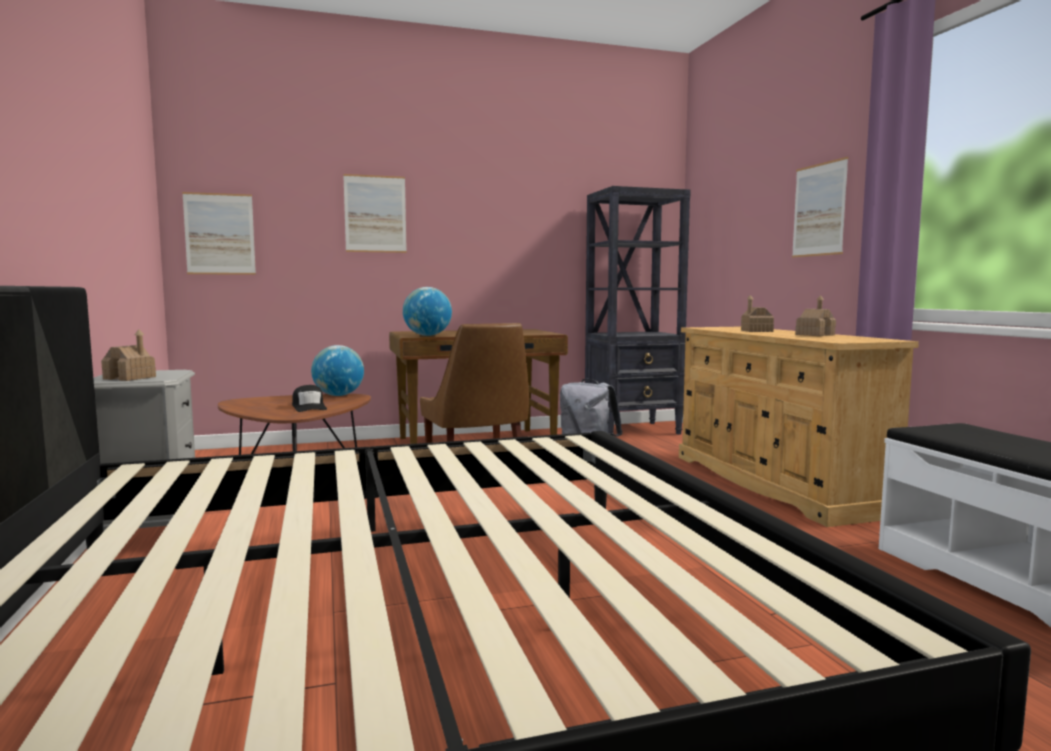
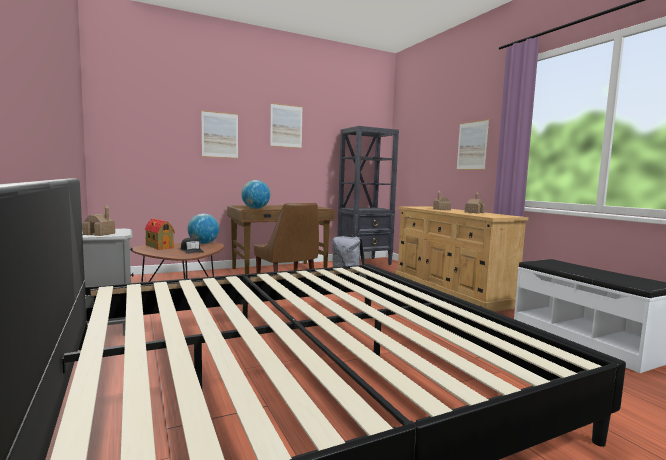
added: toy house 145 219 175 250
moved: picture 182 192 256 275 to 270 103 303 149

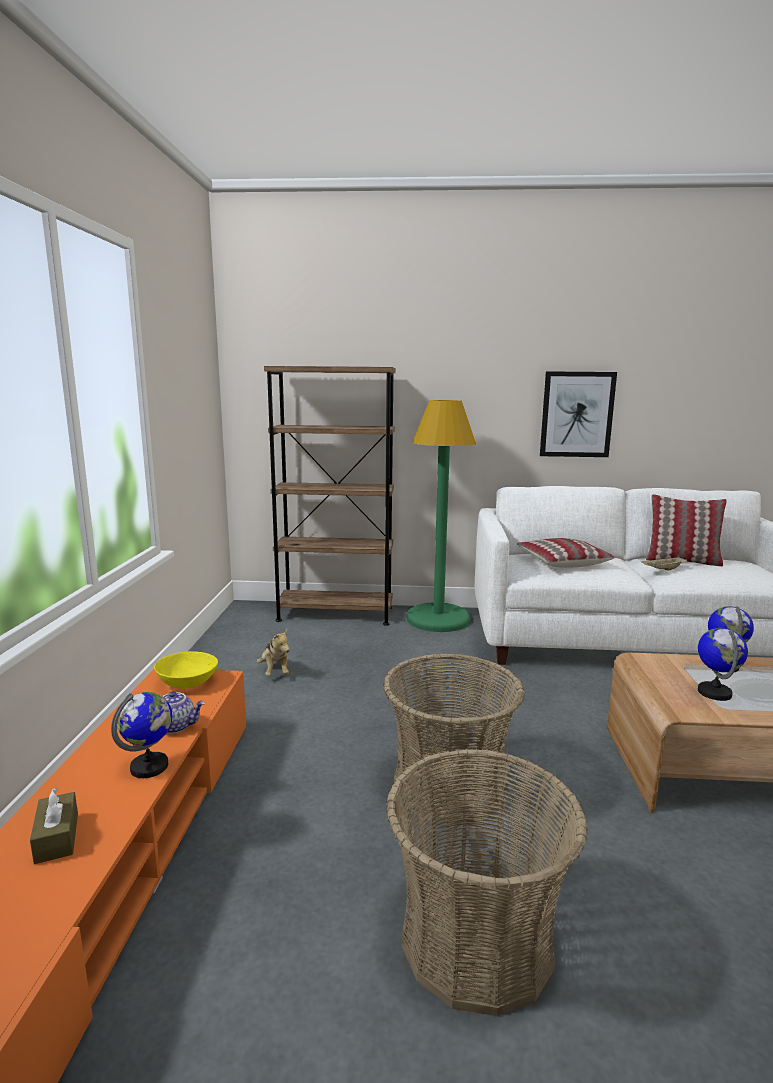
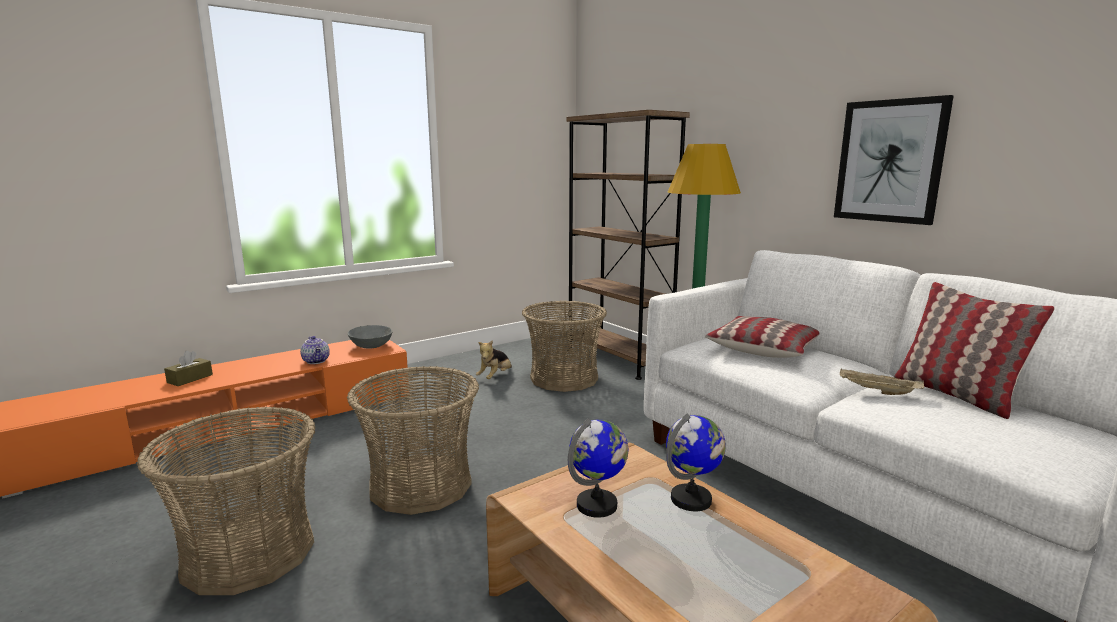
removed: globe 111 692 173 778
added: basket 522 301 607 392
recoloured: bowl (yellow) 154 651 218 689 to bowl (grey) 347 325 393 349

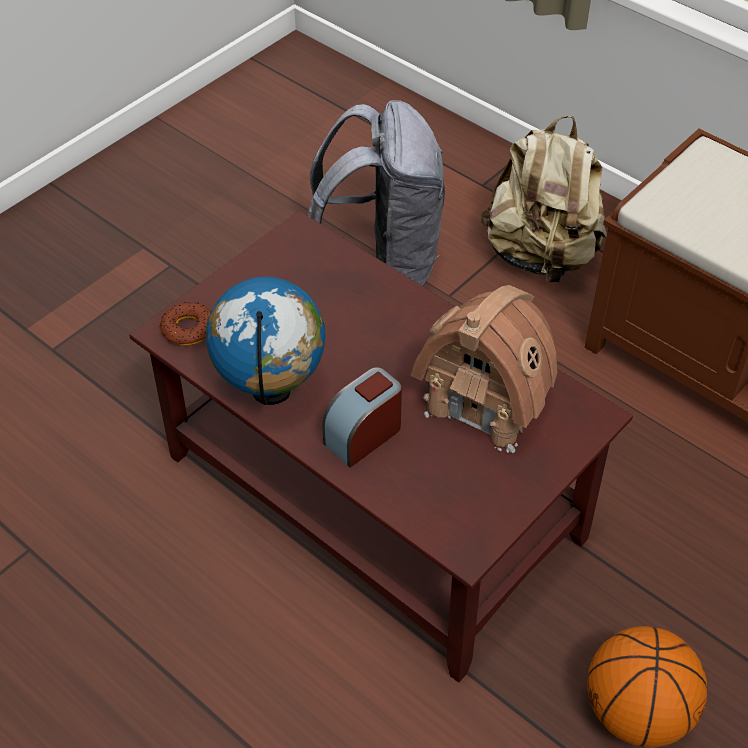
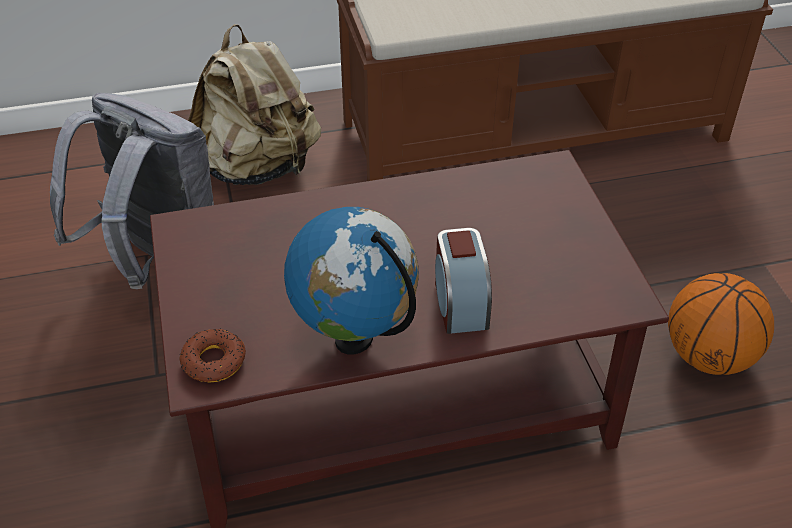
removed: toy house 410 285 557 453

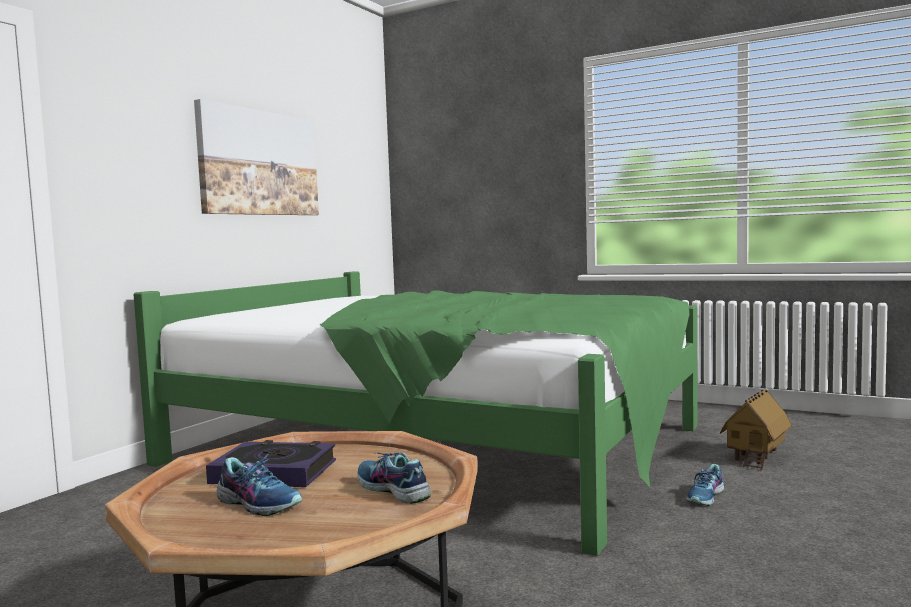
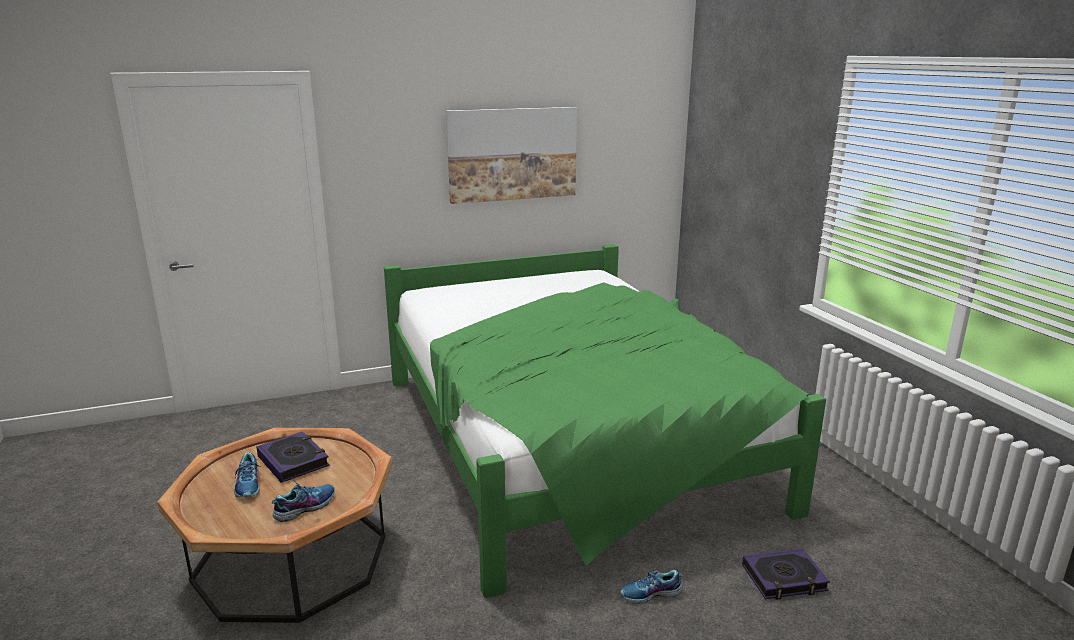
replaced: toy house 720 389 792 471 to book 742 548 830 600
turned: shoe 357 452 431 504 = 272 479 335 522 45 degrees clockwise

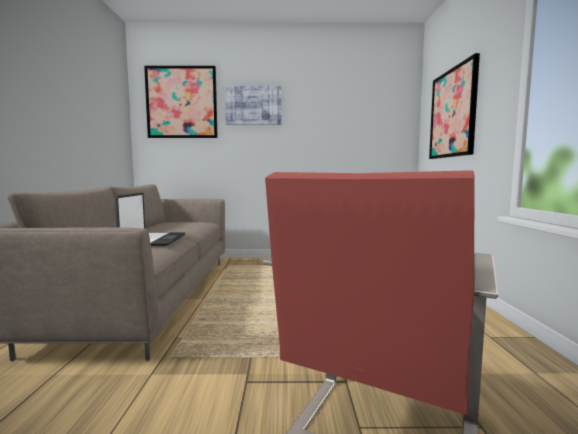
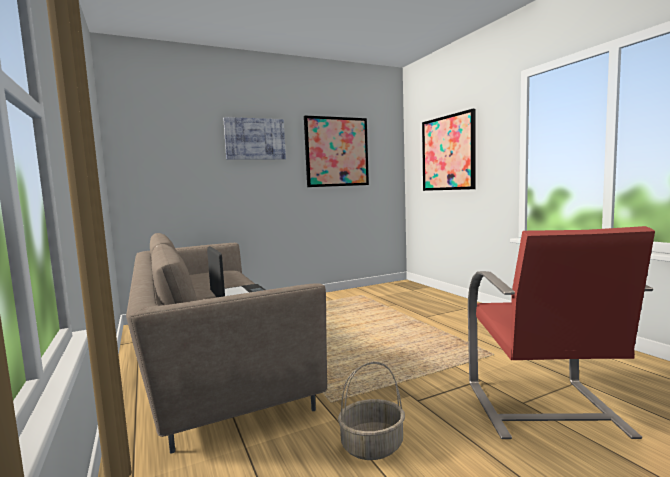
added: basket 338 361 405 460
moved: picture 144 66 218 138 to 304 115 369 187

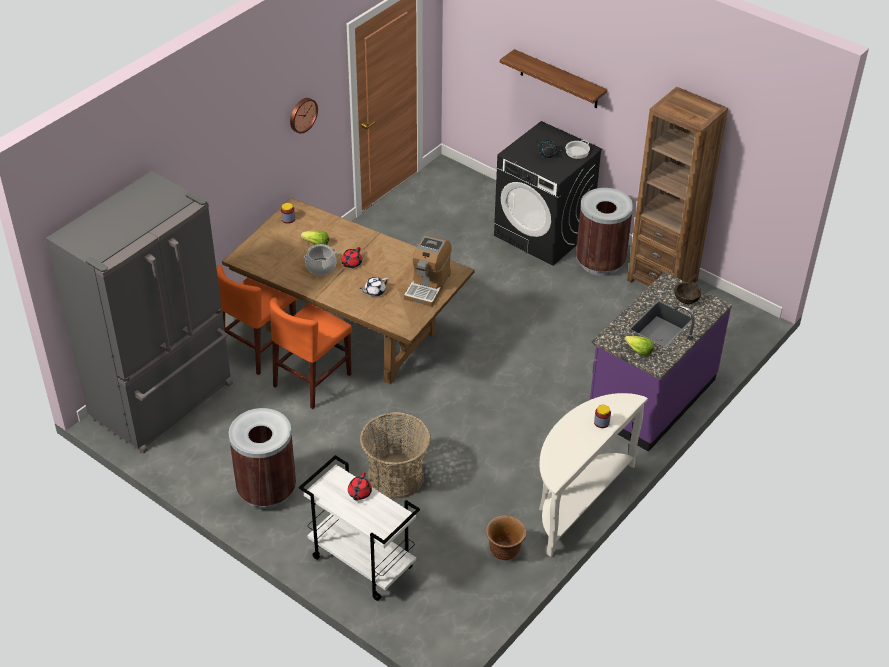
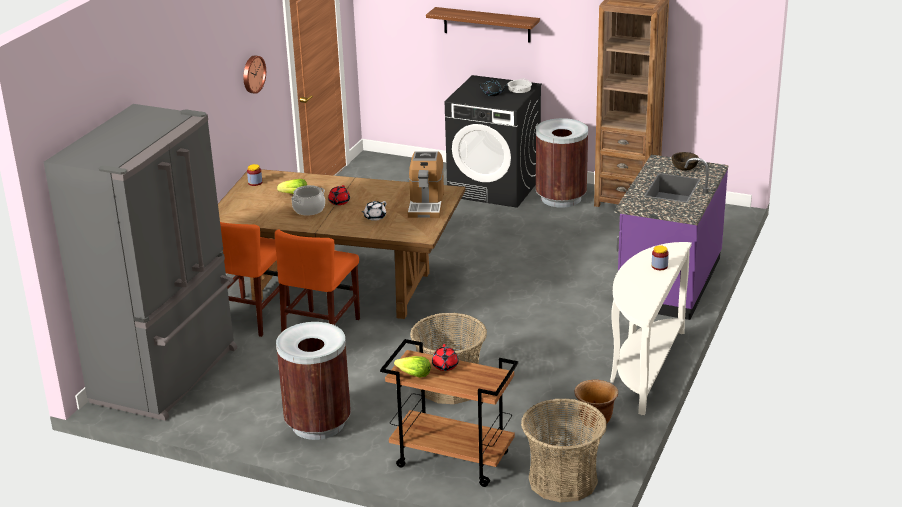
added: basket 521 398 607 503
moved: lettuce 625 336 654 356 to 394 356 431 378
recoloured: cart (white) 299 455 420 601 to cart (brown) 380 339 518 487

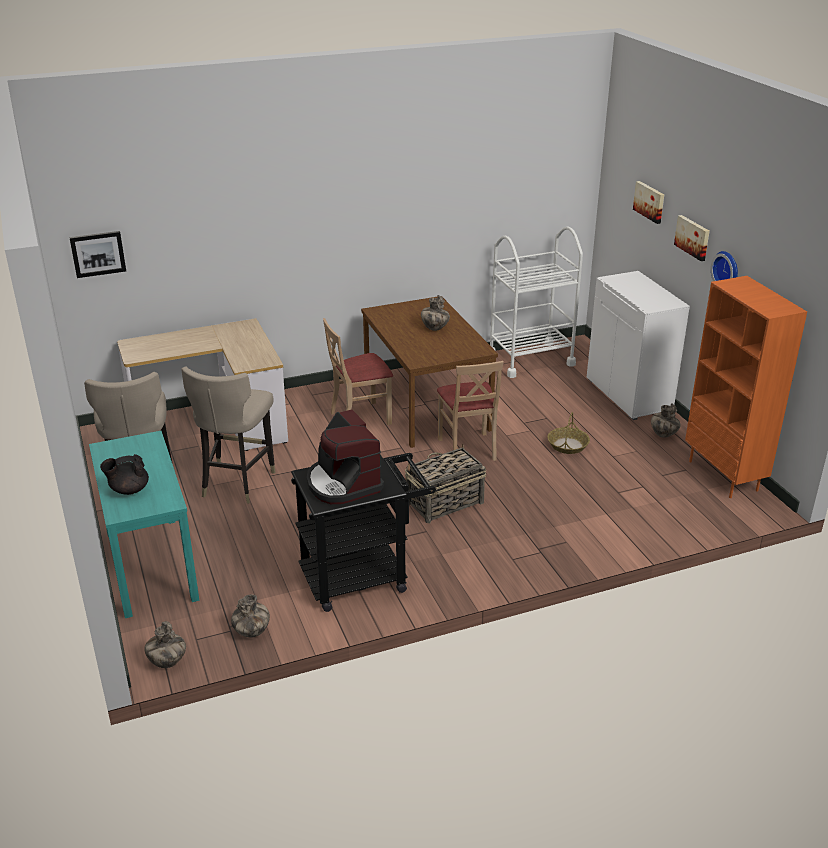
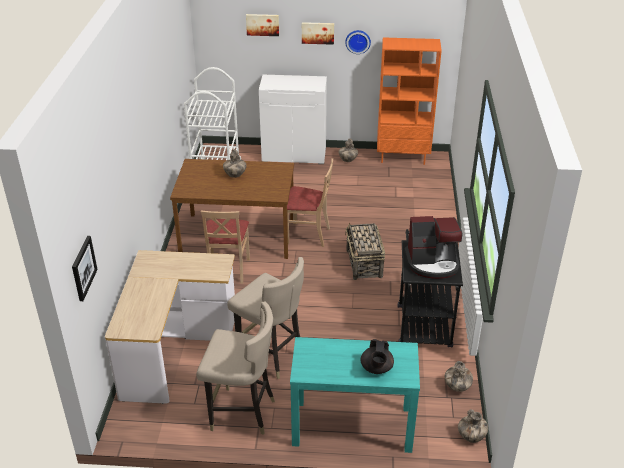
removed: basket 547 412 590 454

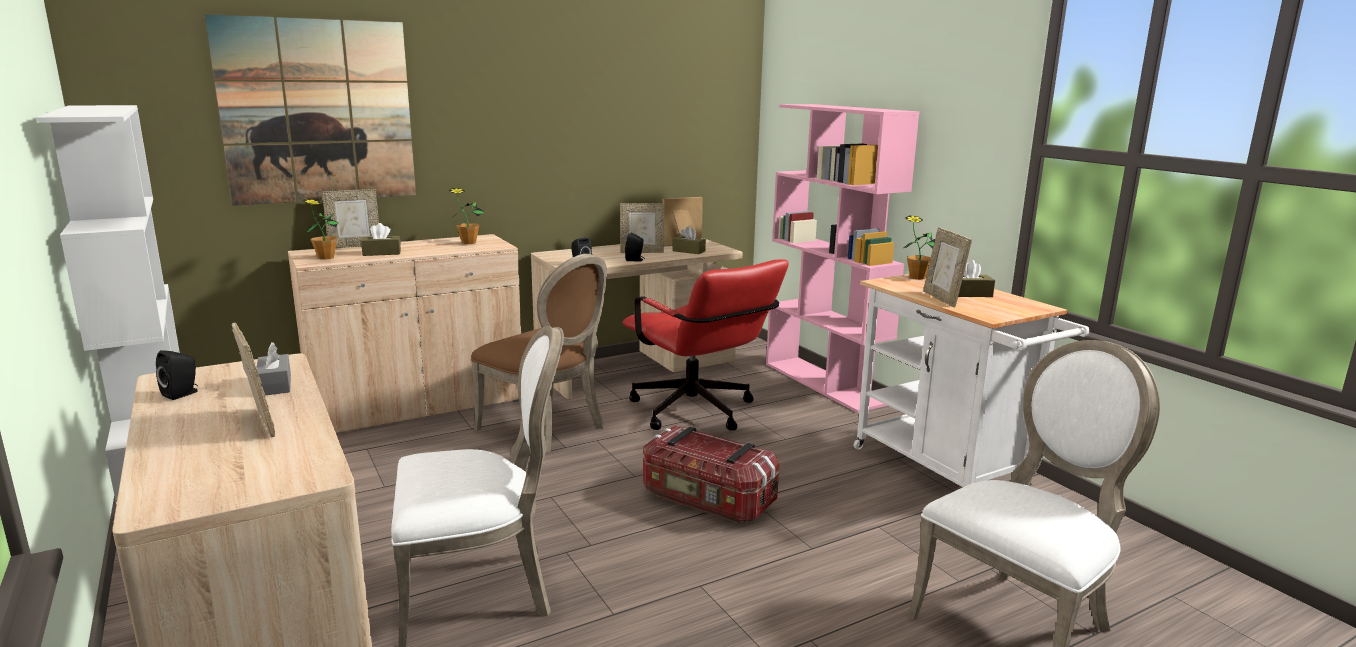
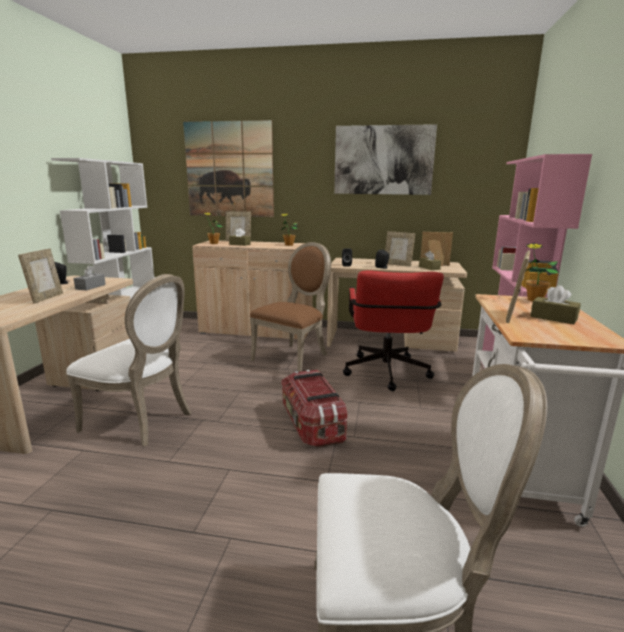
added: picture 334 124 437 195
turned: chair (brown) 471 254 607 453 = 250 242 331 372 135 degrees counterclockwise

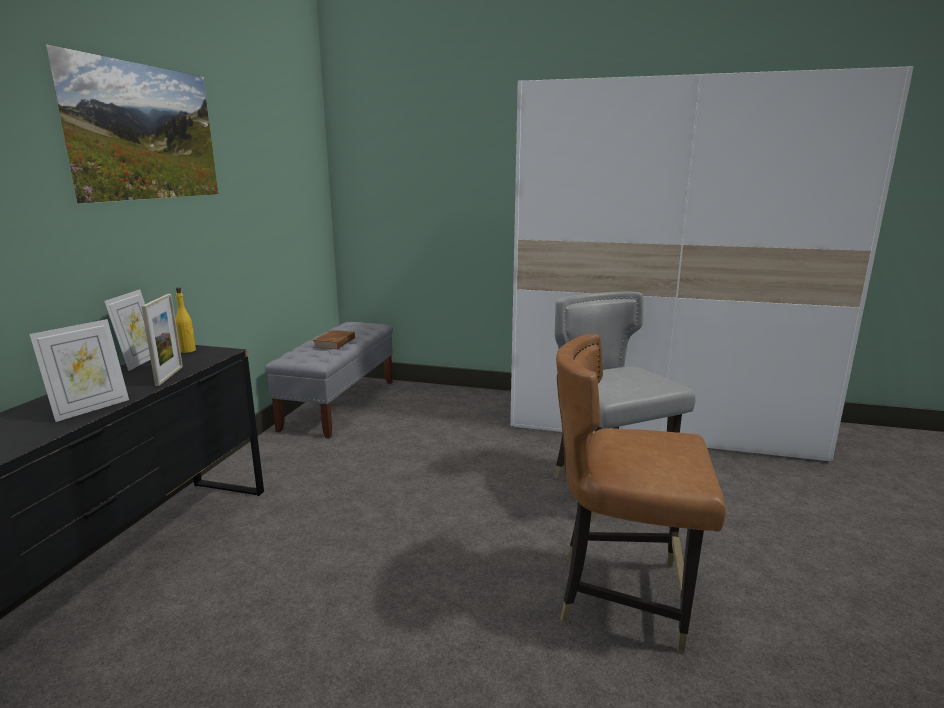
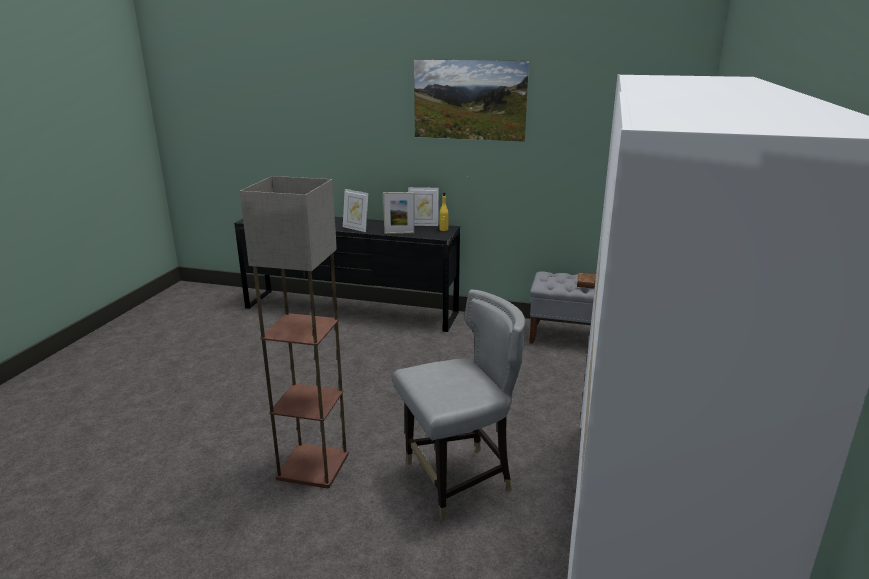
replaced: chair (brown) 556 334 726 653 to floor lamp 240 176 349 488

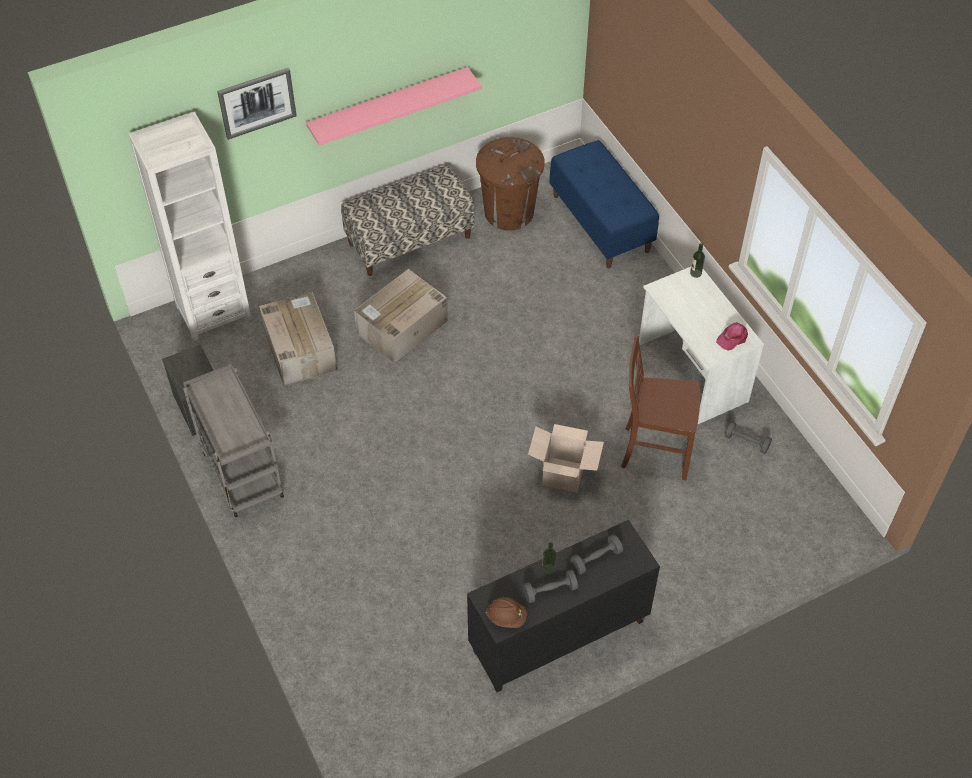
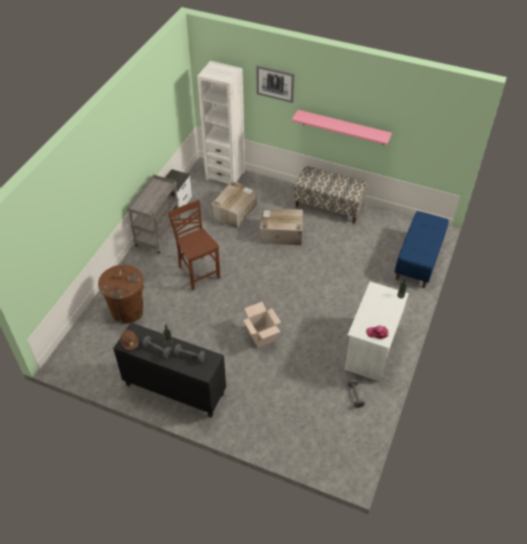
moved: trash can (brown) 476 137 544 230 to 98 265 144 324; chair (brown) 621 336 700 480 to 168 199 220 291

